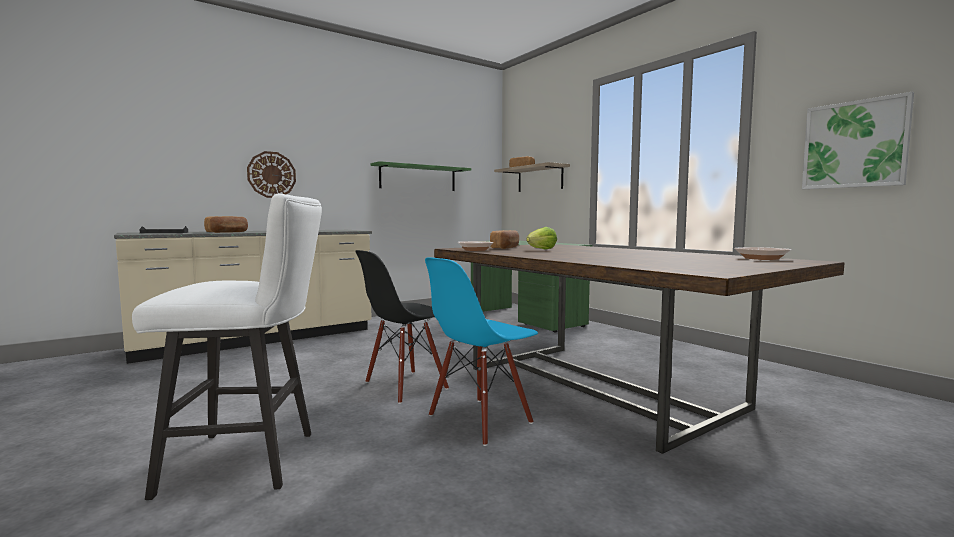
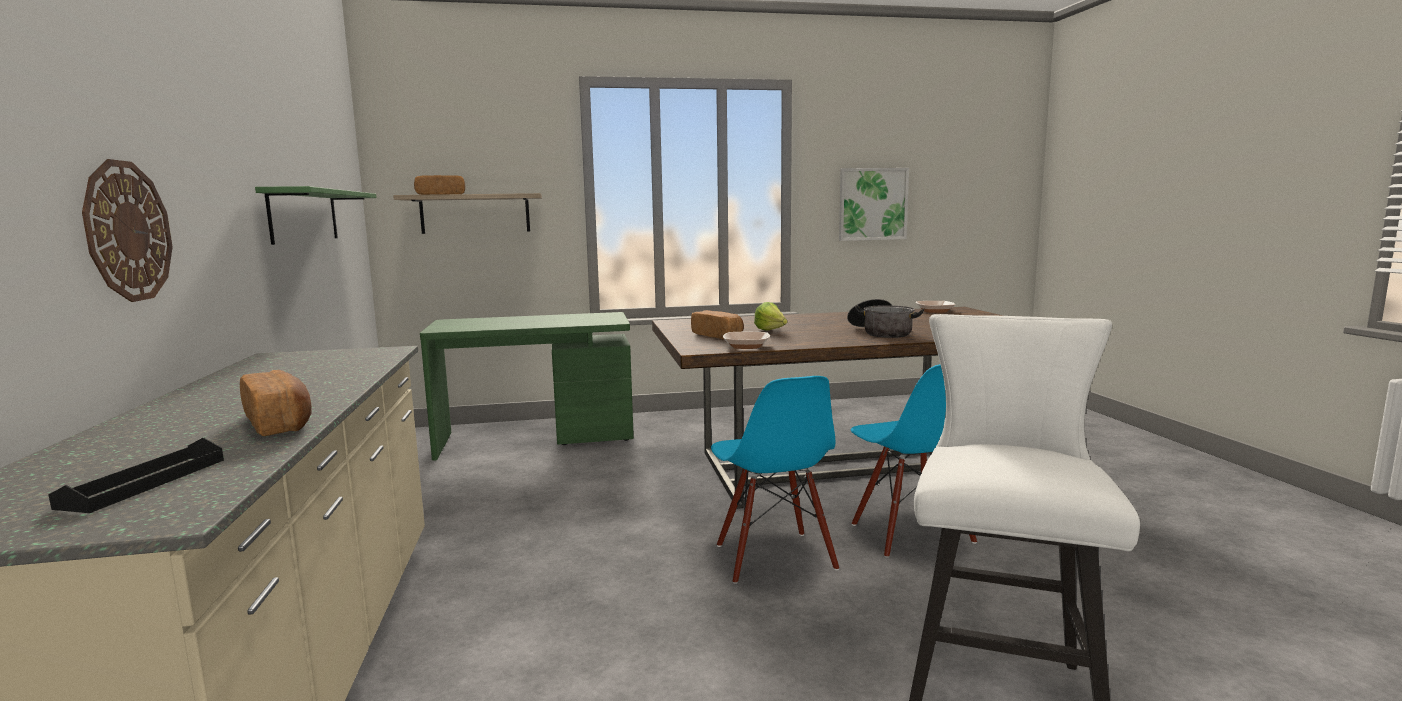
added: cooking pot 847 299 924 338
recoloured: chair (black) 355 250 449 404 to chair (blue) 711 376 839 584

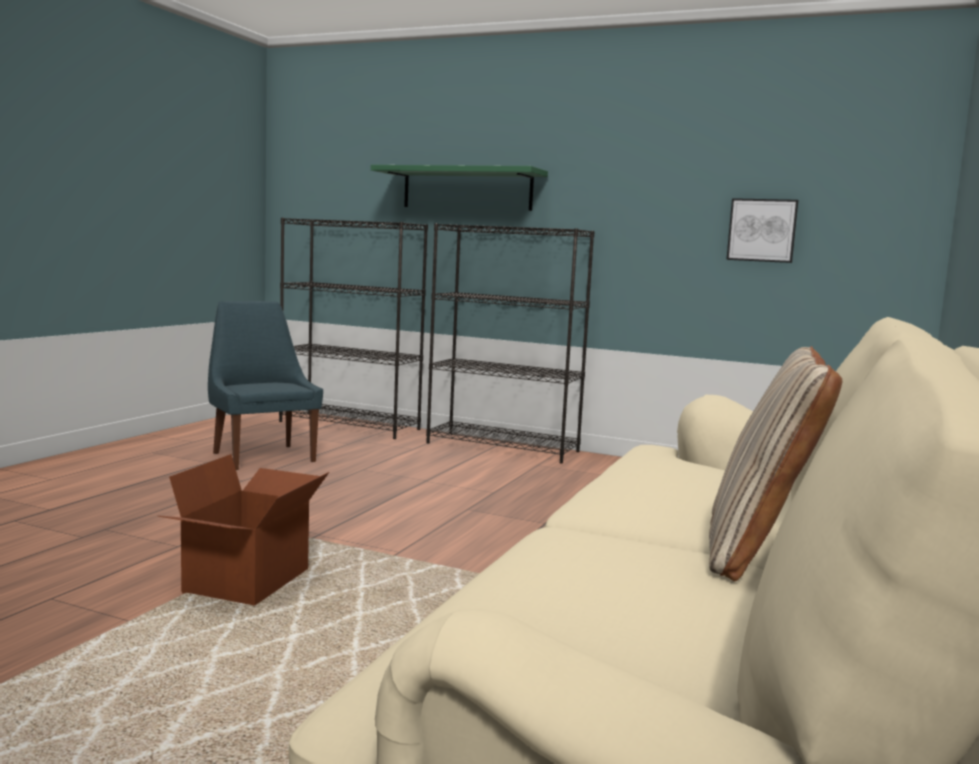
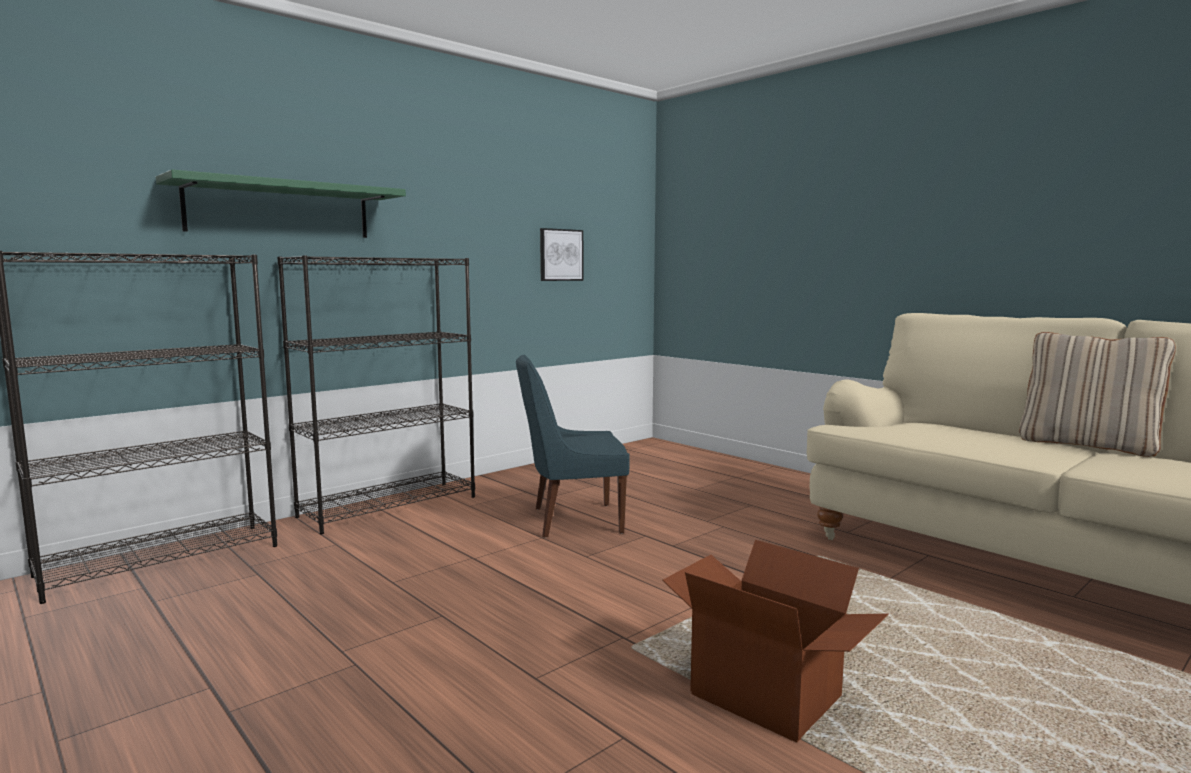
moved: chair (blue) 208 301 323 470 to 516 355 630 538

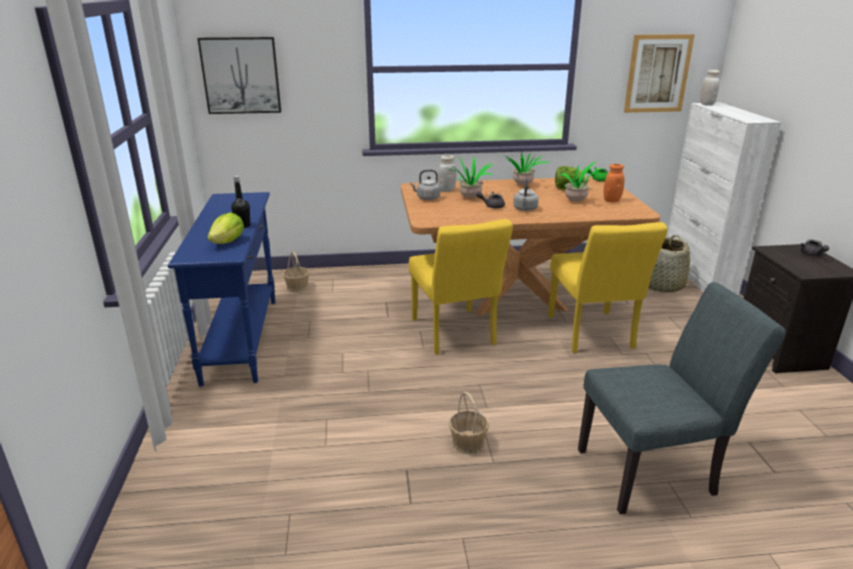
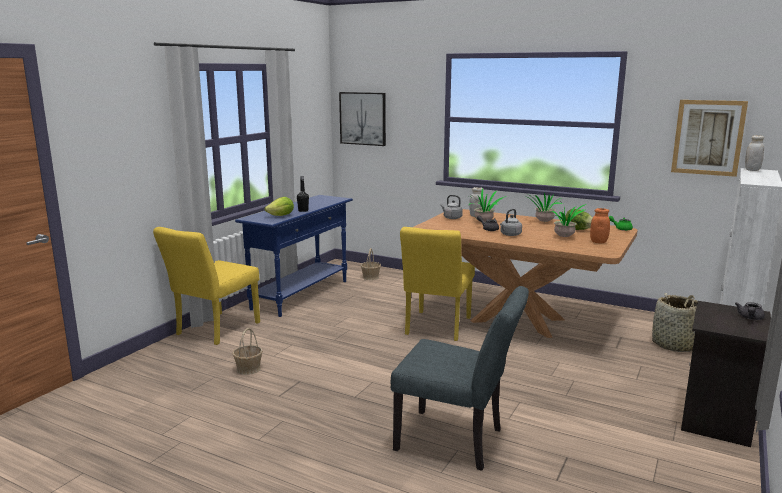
moved: basket 449 392 489 455 to 232 328 263 375; chair (yellow) 548 222 668 353 to 153 227 260 345

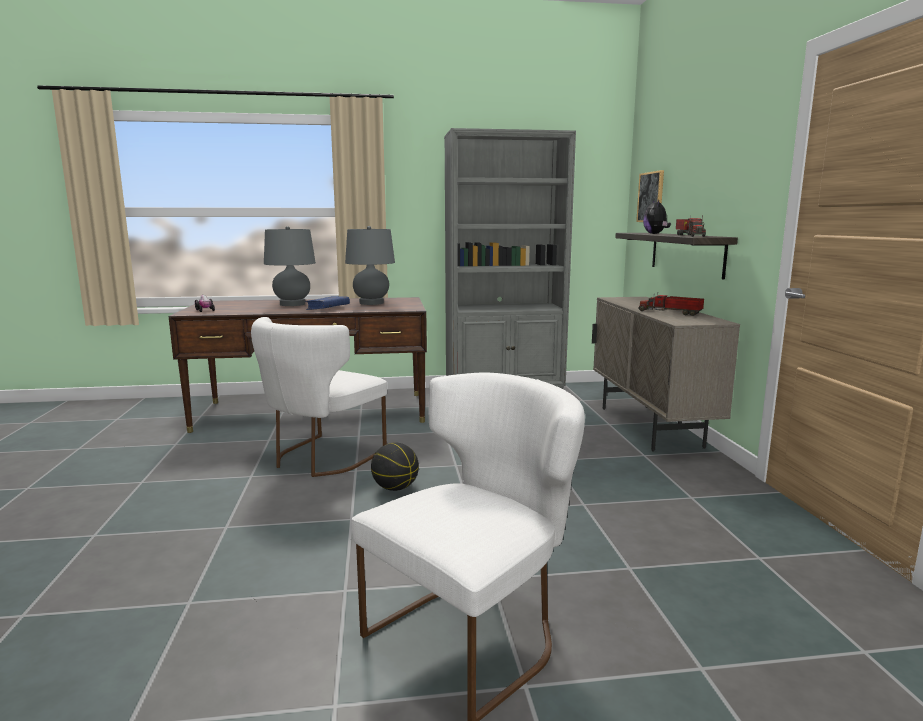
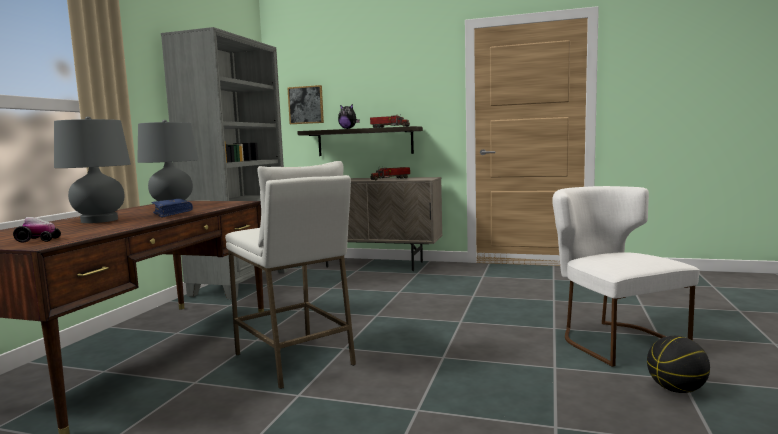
moved: basketball 371 443 419 491 to 647 336 710 393
replaced: chair (white) 251 317 387 477 to stool (white) 225 161 356 389

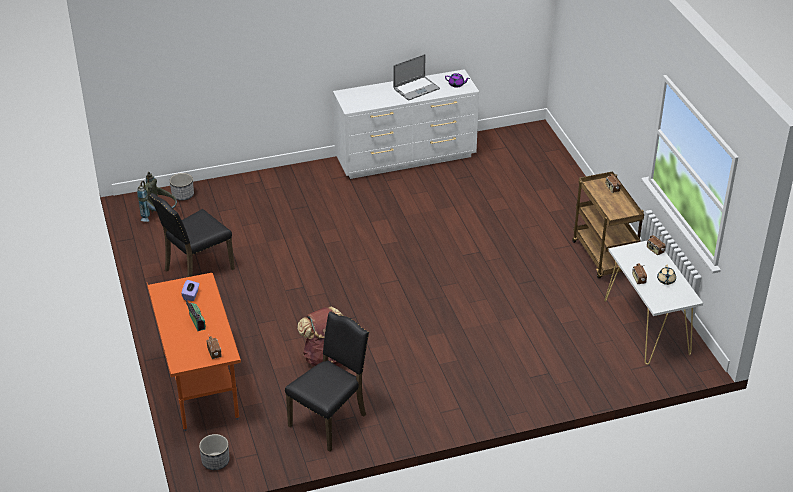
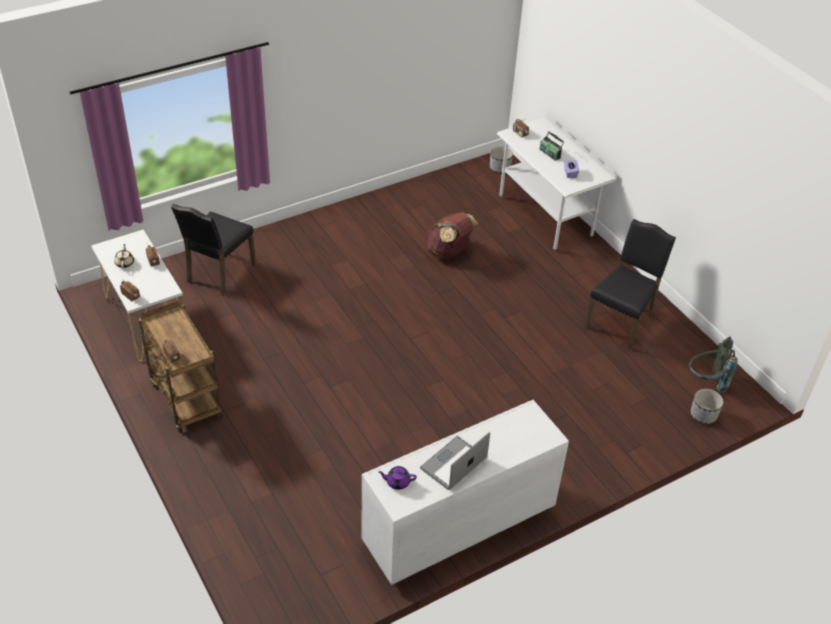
moved: chair (black) 285 311 369 452 to 171 204 256 296
recoloured: desk (orange) 147 273 241 431 to desk (white) 497 114 616 251

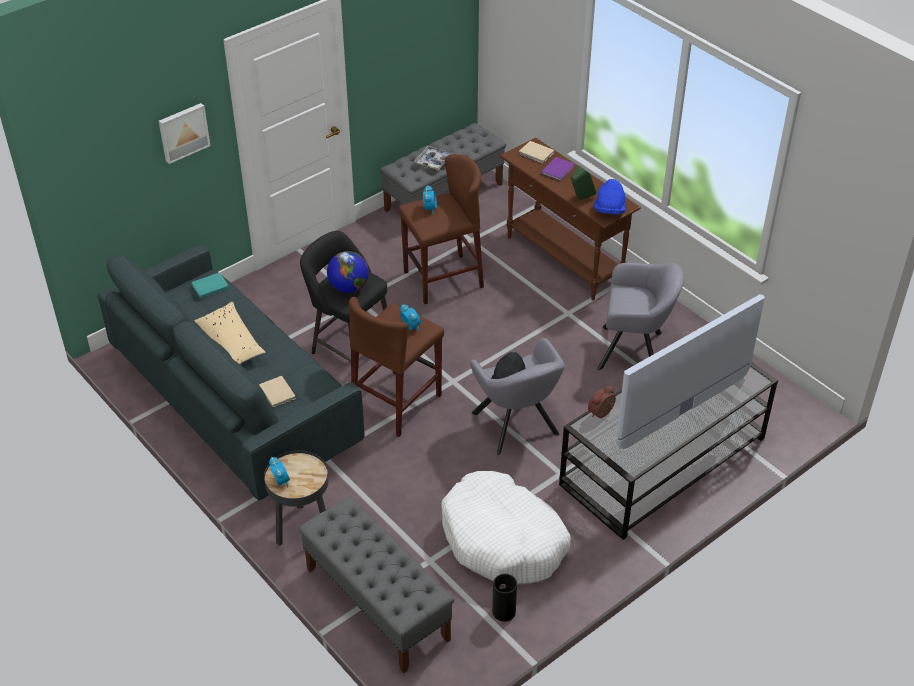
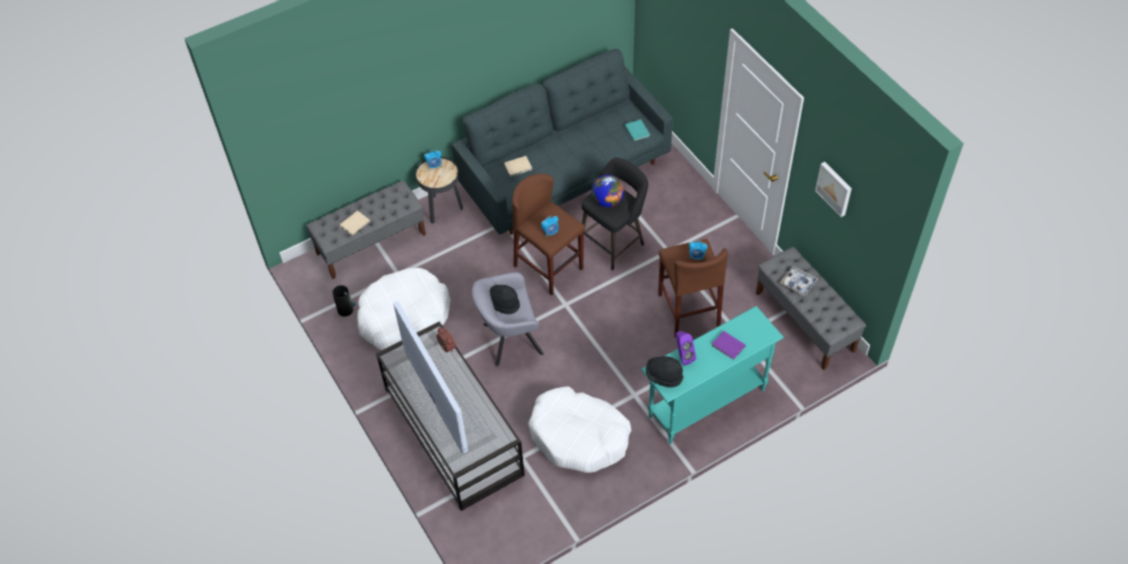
removed: pillow (beige) 195 301 266 364
moved: picture 159 103 210 164 to 815 162 852 217; book (beige) 519 141 554 164 to 340 210 370 235
replaced: armchair (grey) 597 263 684 370 to dog bed (white) 528 387 632 473
recoloured: console table (brown) 500 138 641 300 to console table (turquoise) 641 306 784 444; speaker (green) 571 165 596 200 to speaker (purple) 676 331 696 366; hat (blue) 594 179 626 214 to hat (black) 646 356 684 387

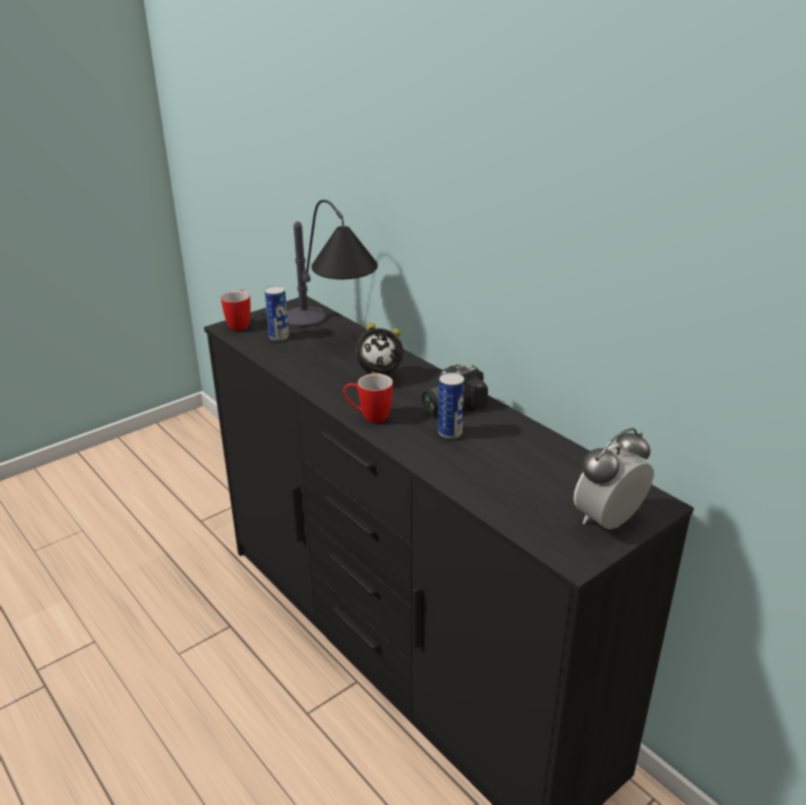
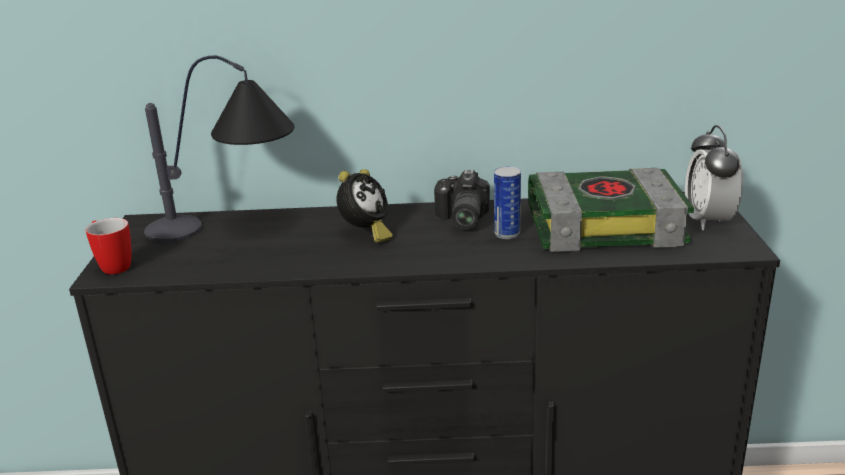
removed: can 265 286 289 341; mug 344 374 393 423
added: book 528 168 694 252

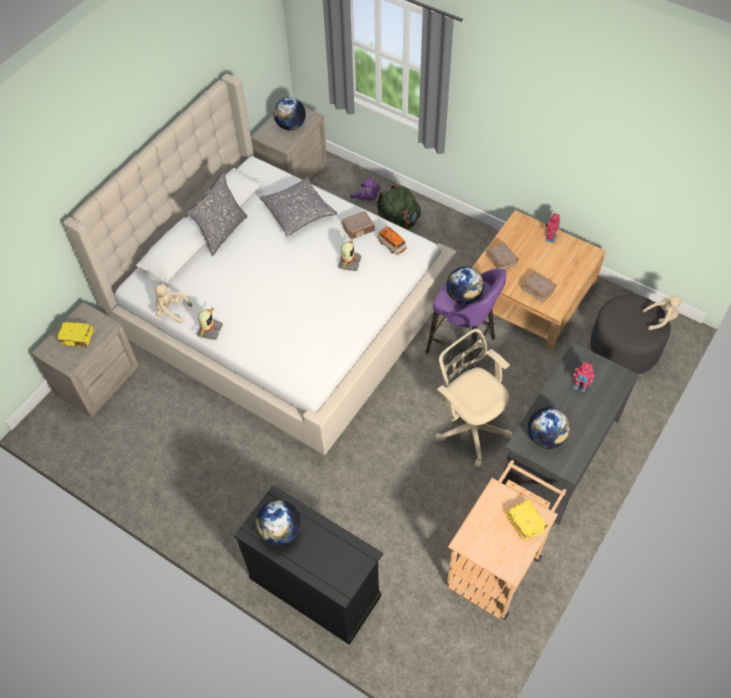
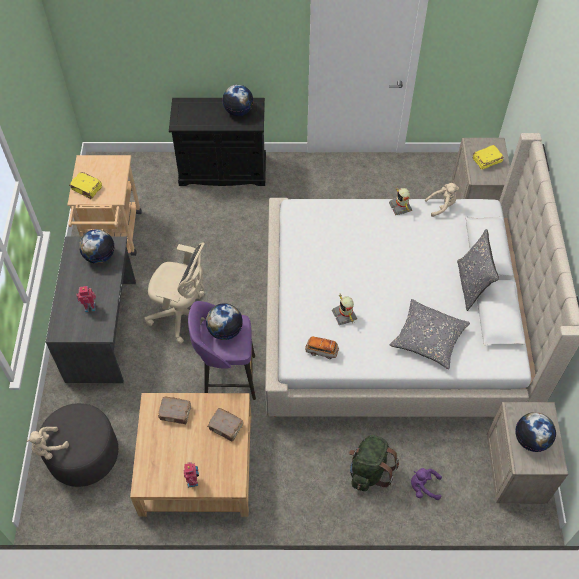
removed: book (brown) 342 211 375 239

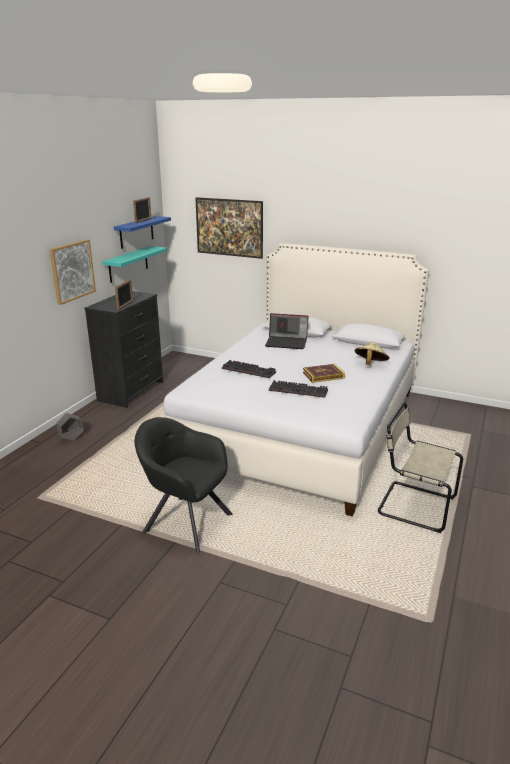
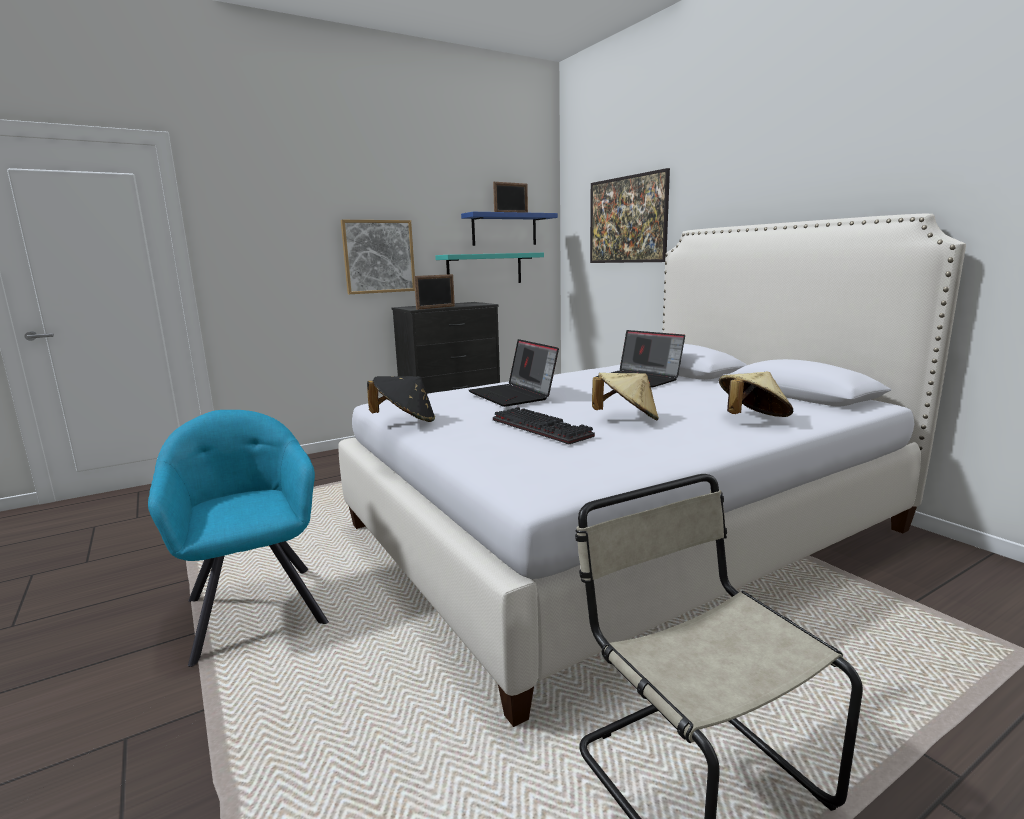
removed: planter (grey) 57 413 83 441
added: hat (black) 367 376 435 422
replaced: keyboard 222 360 276 378 to laptop 469 339 559 407; book 303 364 345 383 to hat (beige) 592 373 659 420
recoloured: armchair (black) 135 417 232 554 to armchair (turquoise) 148 410 329 667

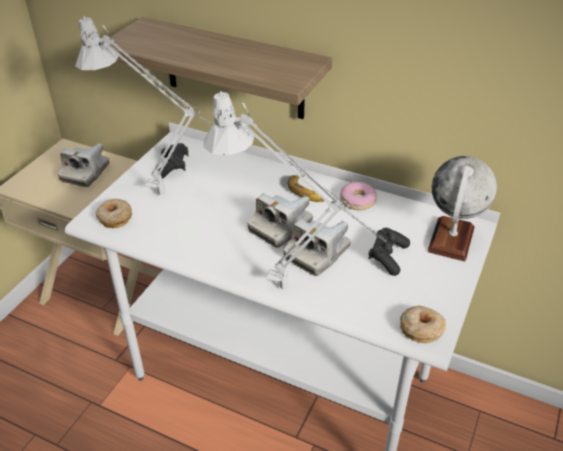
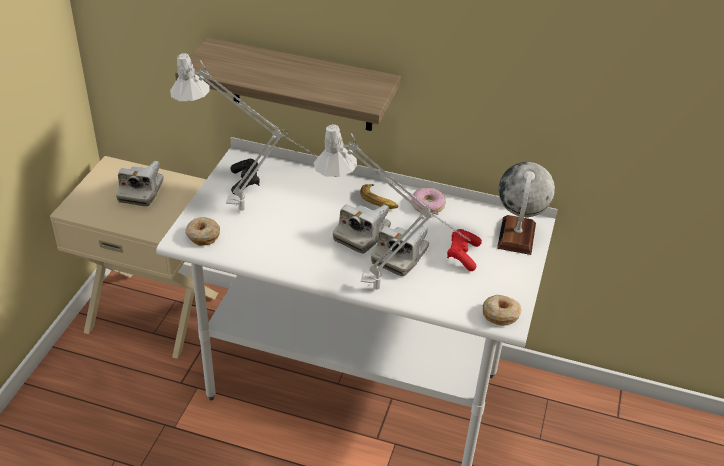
recoloured: game controller (black) 368 228 410 276 to game controller (red) 447 229 482 271

